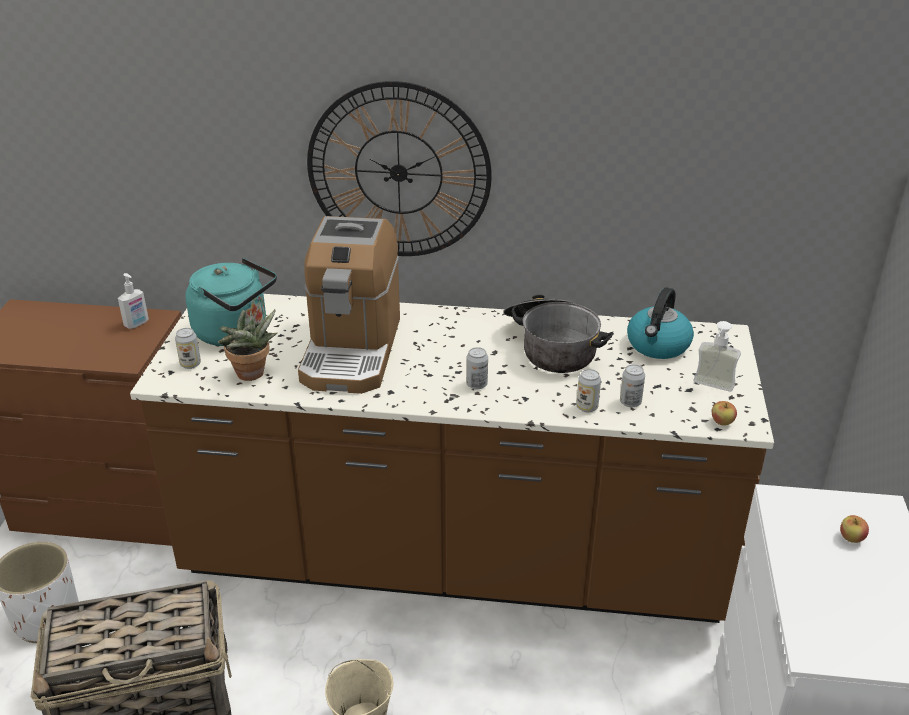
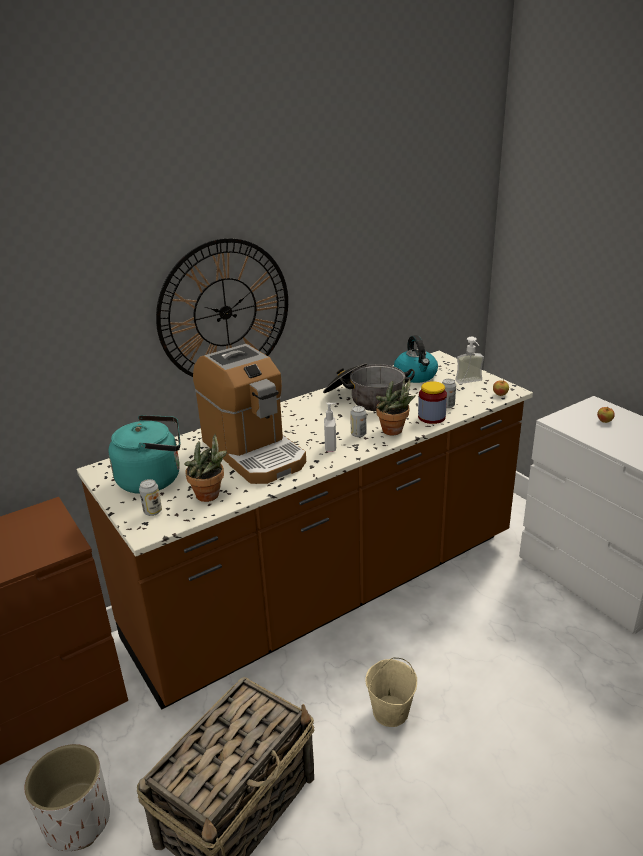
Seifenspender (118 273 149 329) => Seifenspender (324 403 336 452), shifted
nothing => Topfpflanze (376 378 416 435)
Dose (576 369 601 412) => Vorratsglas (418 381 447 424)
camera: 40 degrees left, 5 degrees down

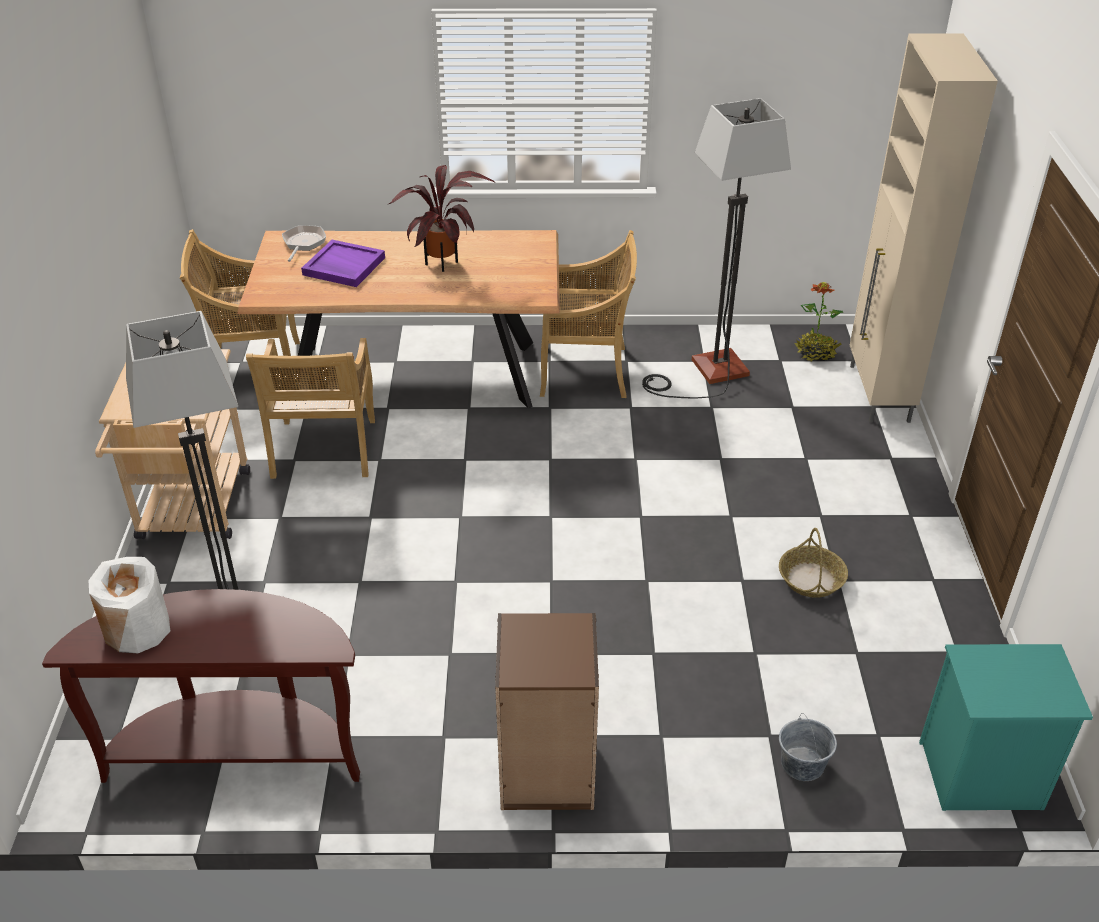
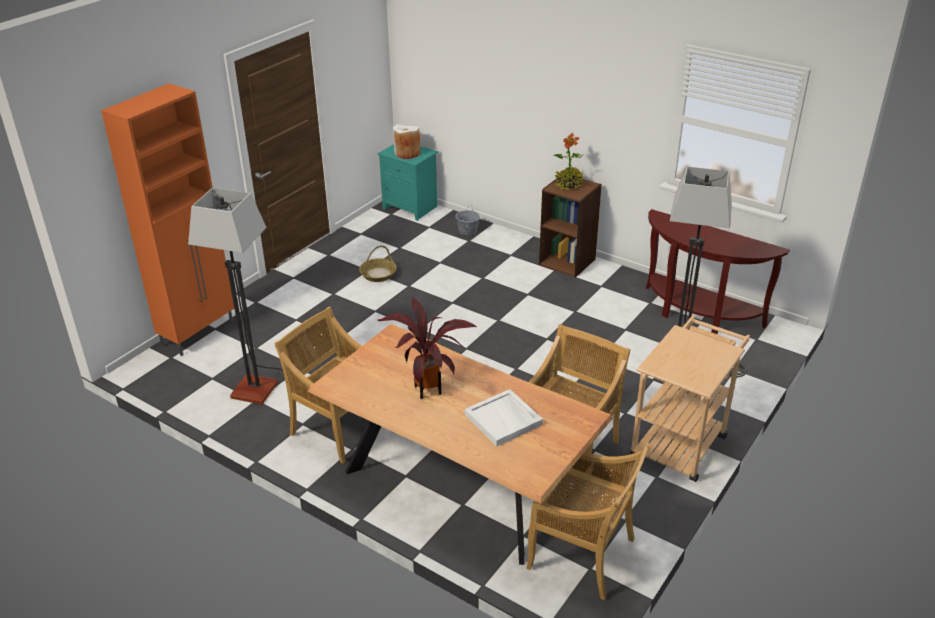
Schrank [beige] (850 34 998 423) => Schrank [orange] (101 83 234 356)
Vase [weiß] (88 557 170 653) => Vase [weiß] (393 124 420 159), shifted
Tablett [lila] (301 240 385 287) => Tablett [weiß] (465 389 543 447)
Topfpflanze (794 282 843 362) => Topfpflanze (554 133 584 189), shifted
Pfanne (282 225 326 262) => nothing
camera: 145 degrees left, 5 degrees down

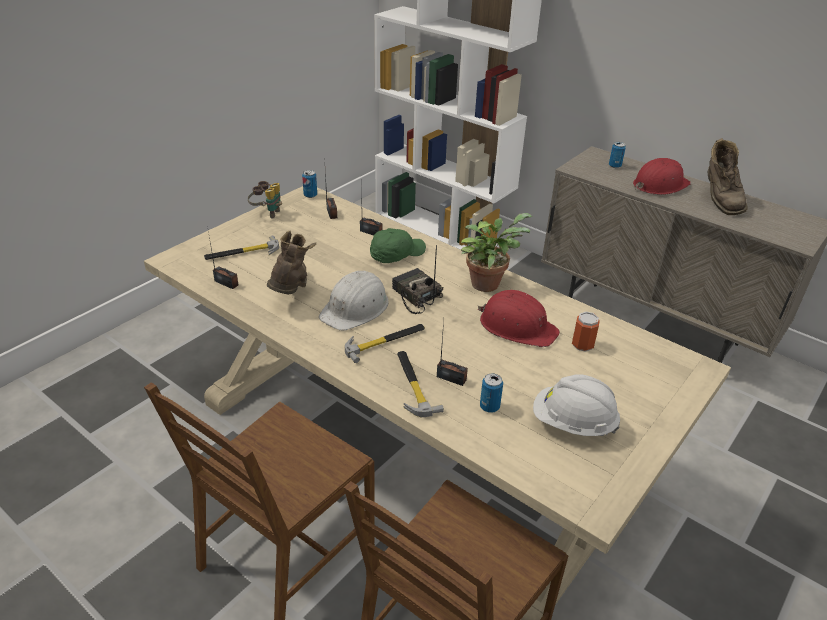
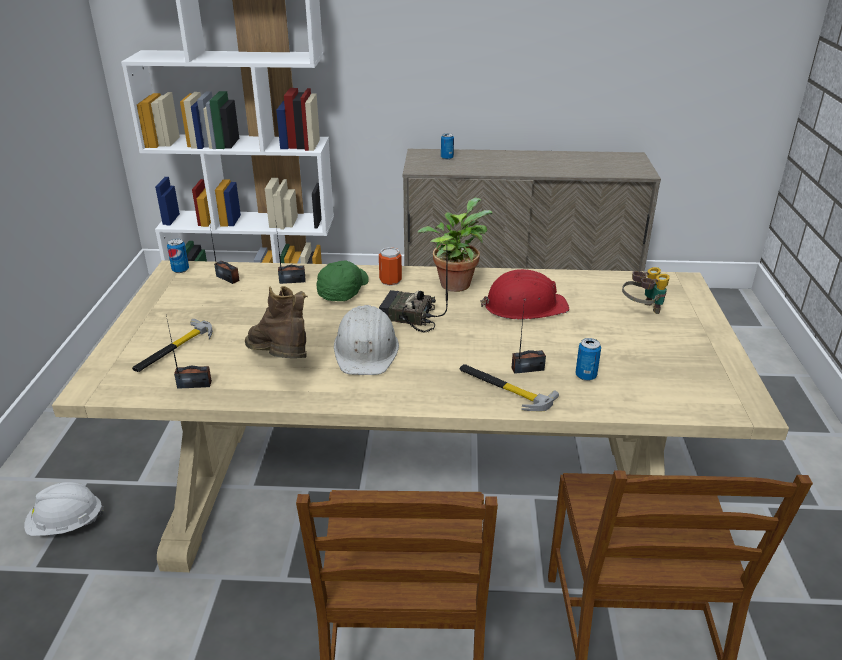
Schutzhelm [weiß] (533 374 620 436) => Schutzhelm [weiß] (24 482 104 536), shifted
Dose (572 312 600 352) => Dose (379 247 402 286), shifted
Fernglas (248 181 282 219) => Fernglas (622 267 670 314), shifted
Hammer (345 324 425 363) => nothing
Schutzhelm [rot] (633 158 691 195) => nothing
Stiefel [braun] (708 138 748 215) => nothing
camera: 35 degrees left, 5 degrees down

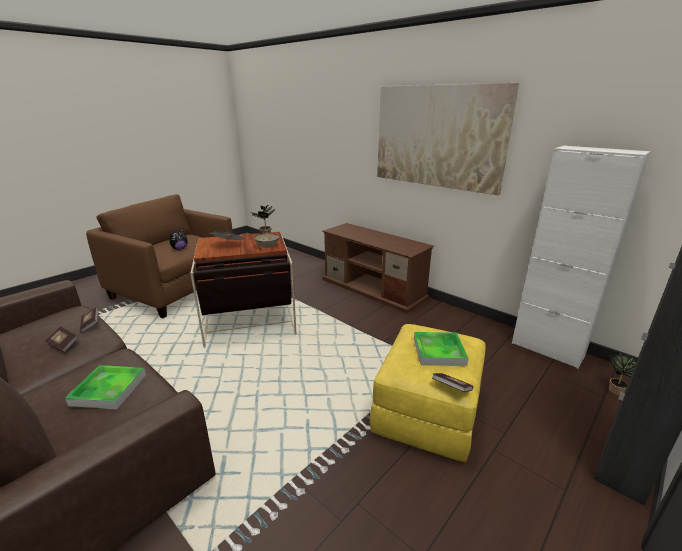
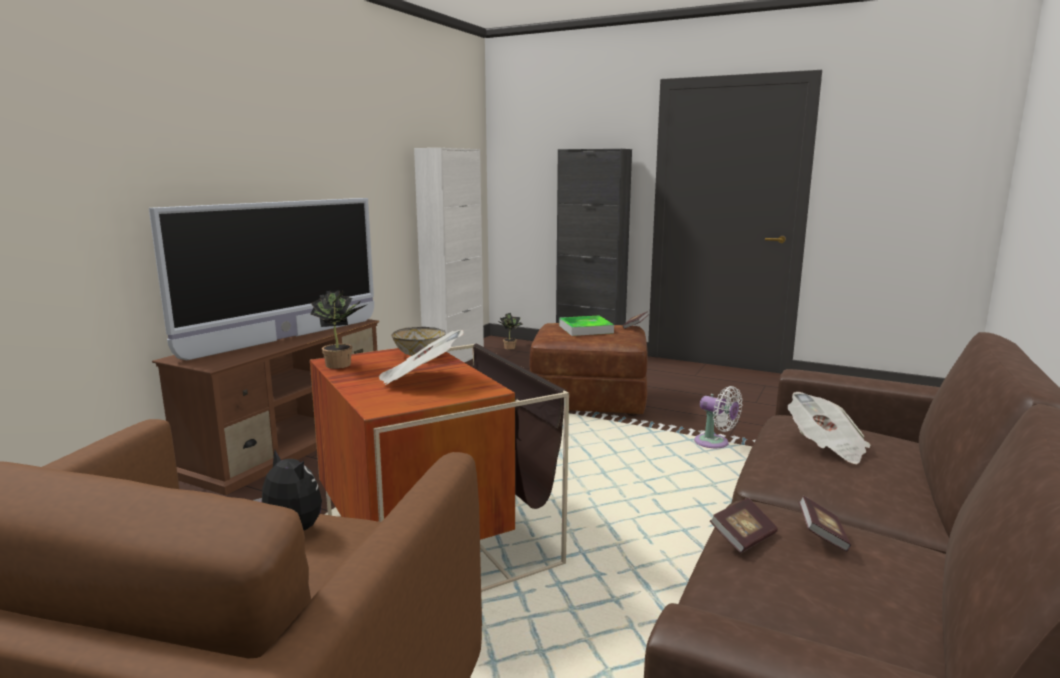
nothing => Fernseher (149 198 374 360)
Polsterhocker [gelb] (370 324 486 462) => Polsterhocker [braun] (530 323 648 416)
nothing => Ventilator [weiß] (694 386 743 448)
Tablett (65 365 146 410) => Zeitung (788 392 870 464)
Bild (377 83 519 195) => nothing
camera: 105 degrees left, 10 degrees down

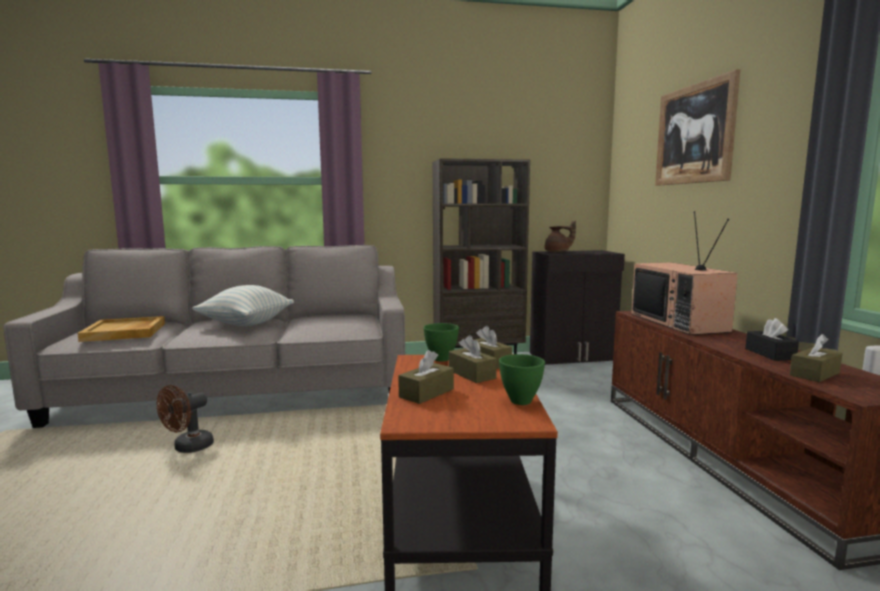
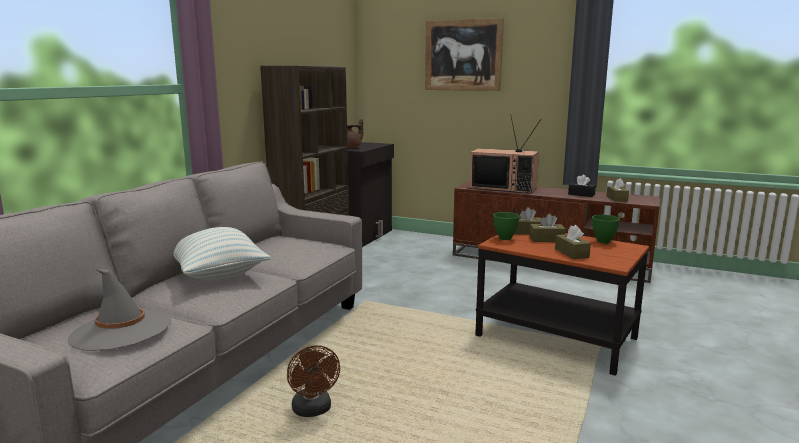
Tablett [beige] (78 316 165 342) => Hut [grau] (68 269 171 351)
camera: 55 degrees left, 5 degrees up

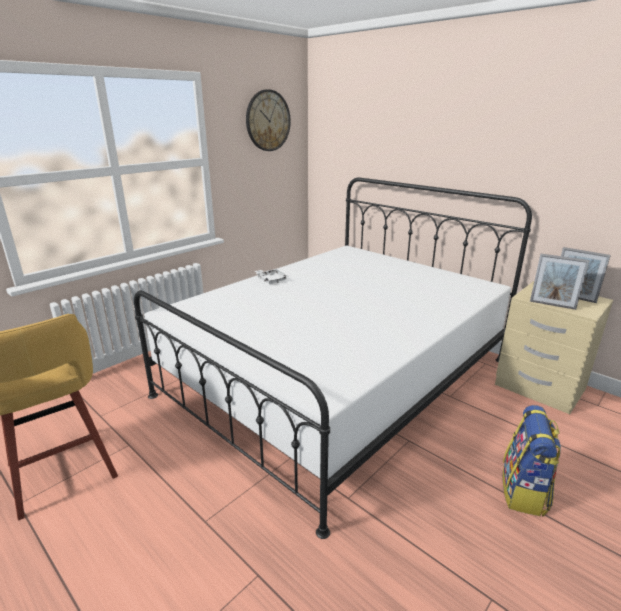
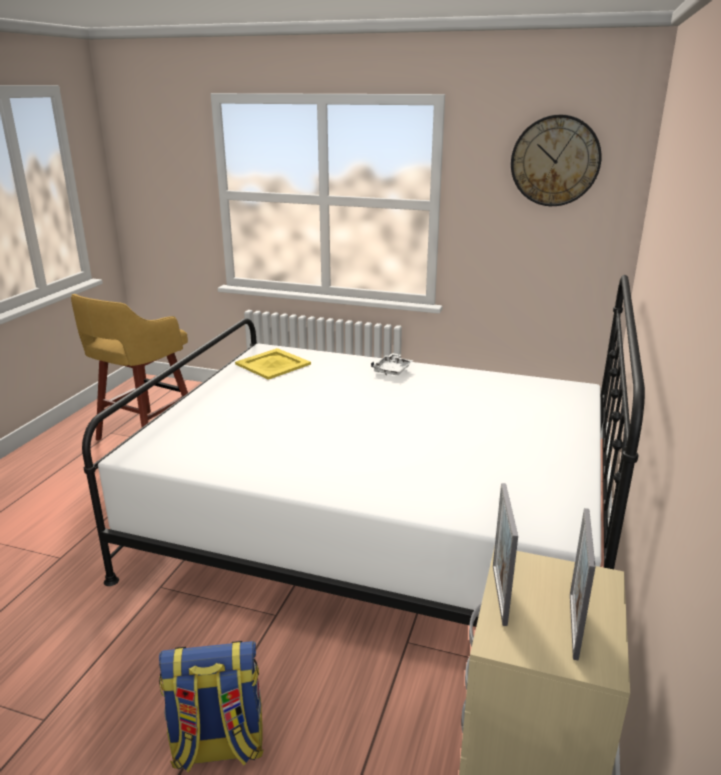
nothing => Tablett [gelb] (235 348 311 380)
camera: 65 degrees right, 0 degrees up

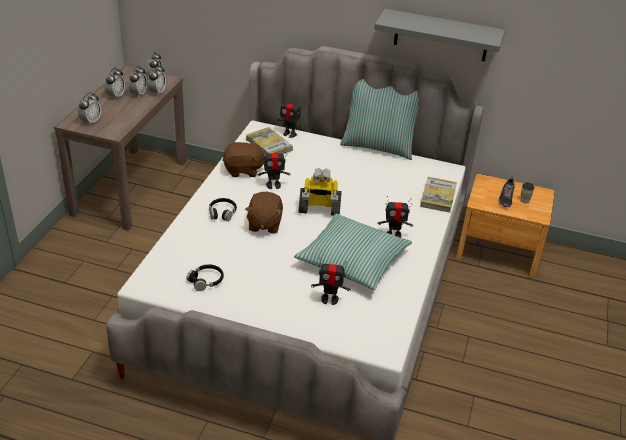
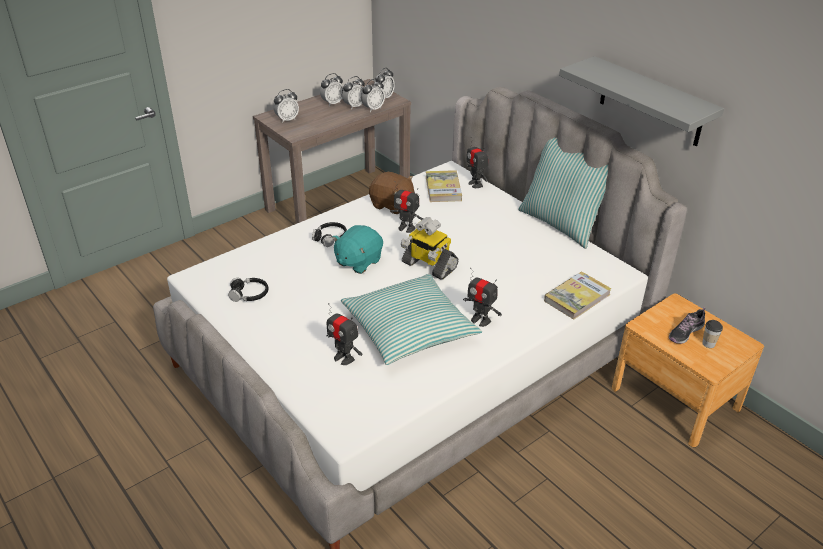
Plüschtier [braun] (245 192 283 233) => Plüschtier [türkis] (332 225 383 274)
camera: 35 degrees right, 0 degrees up

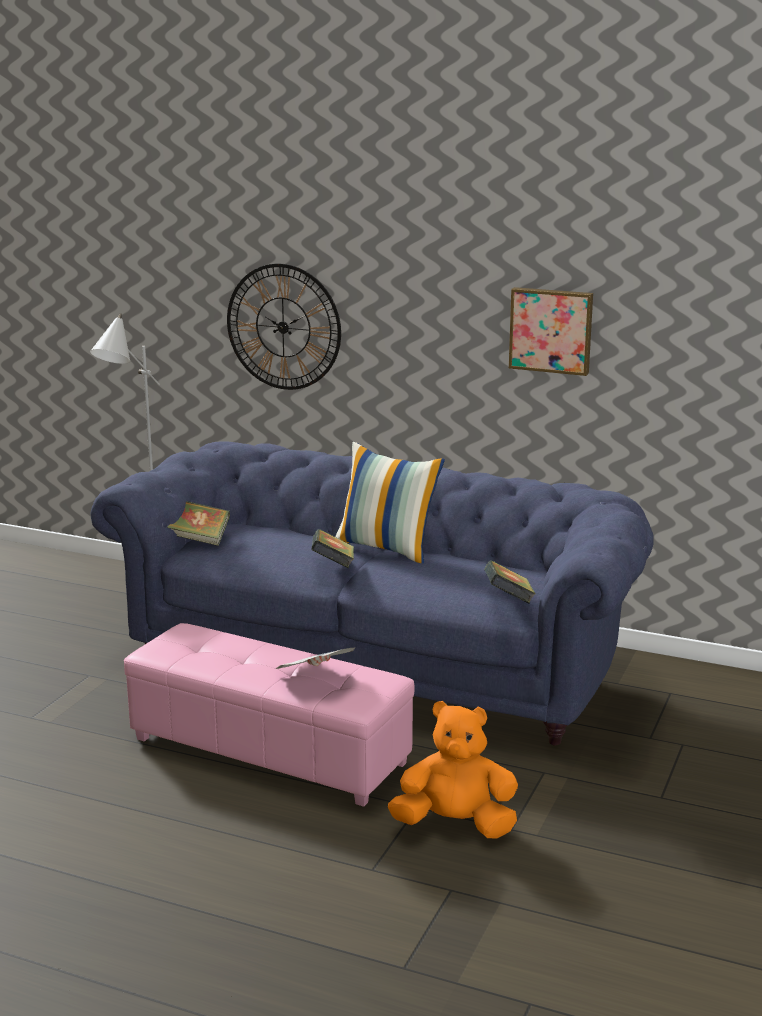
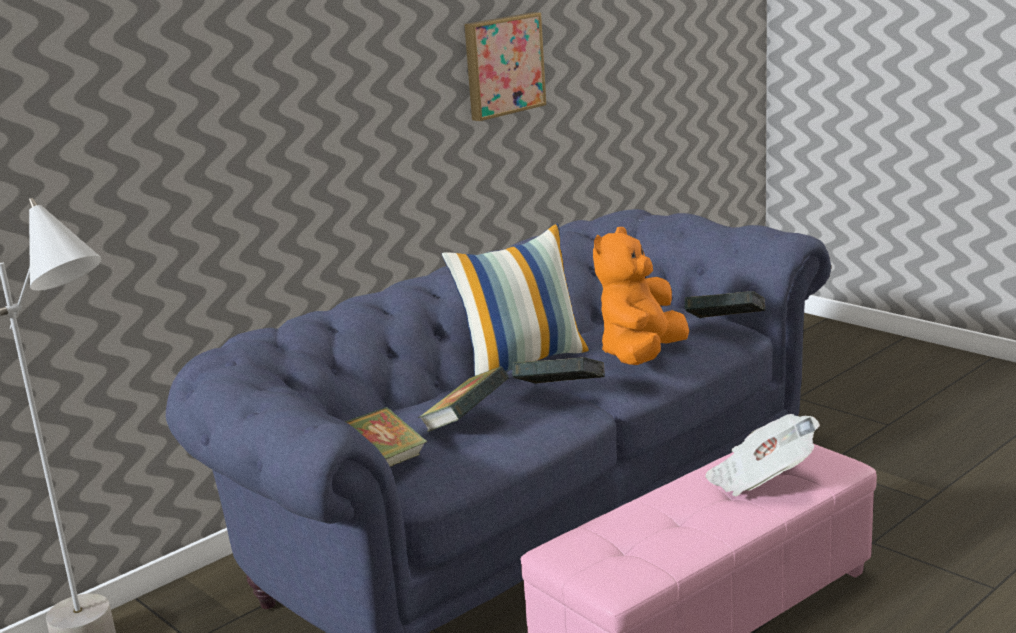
nothing => Buch (418 366 509 432)
Plüschtier [orange] (388 701 518 839) => Plüschtier [orange] (593 227 689 365), shifted
Wanduhr (227 264 341 390) => nothing
camera: 65 degrees left, 0 degrees up

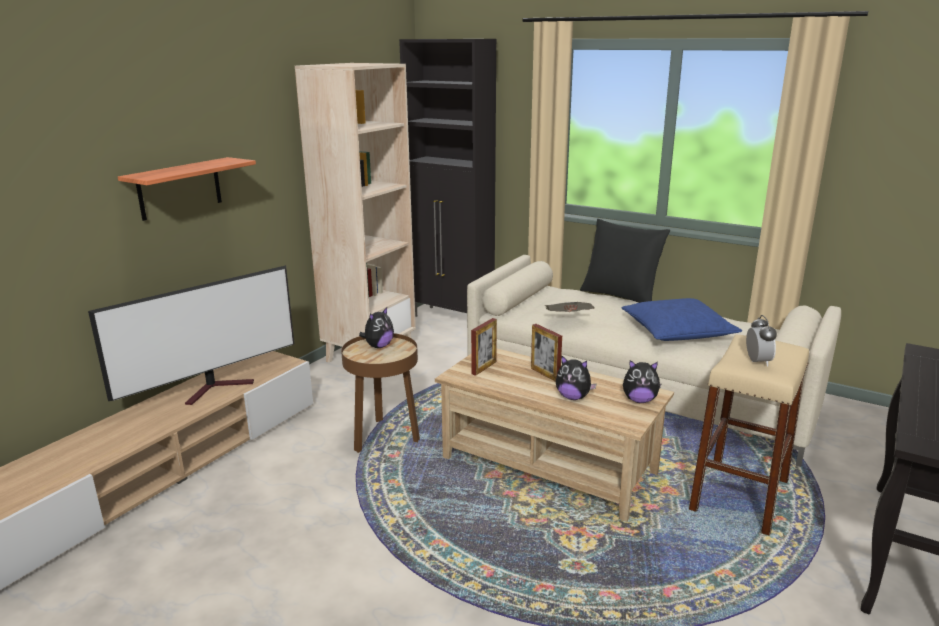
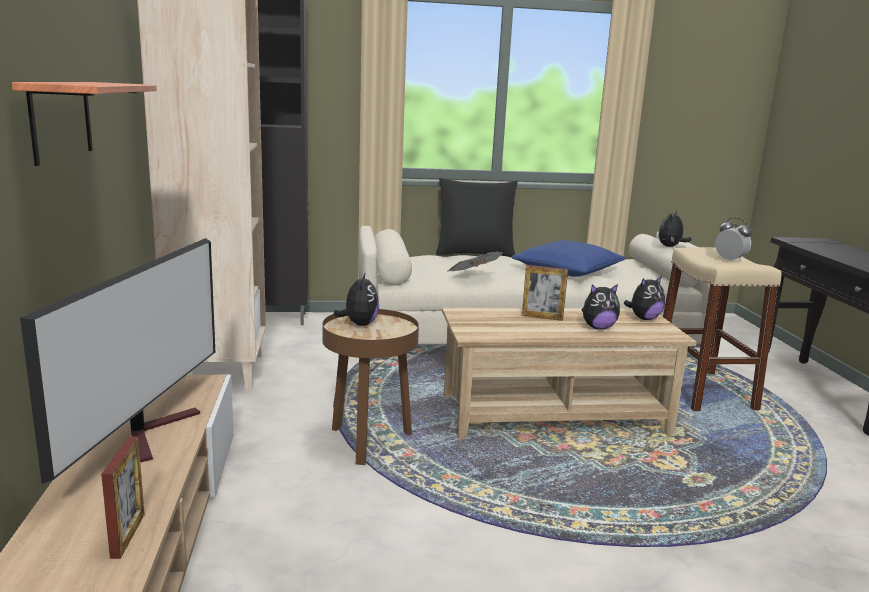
Bilderrahmen (471 318 497 376) => Bilderrahmen (101 437 145 559), shifted
nothing => Plüschtier (658 211 691 247)
camera: 40 degrees left, 5 degrees down

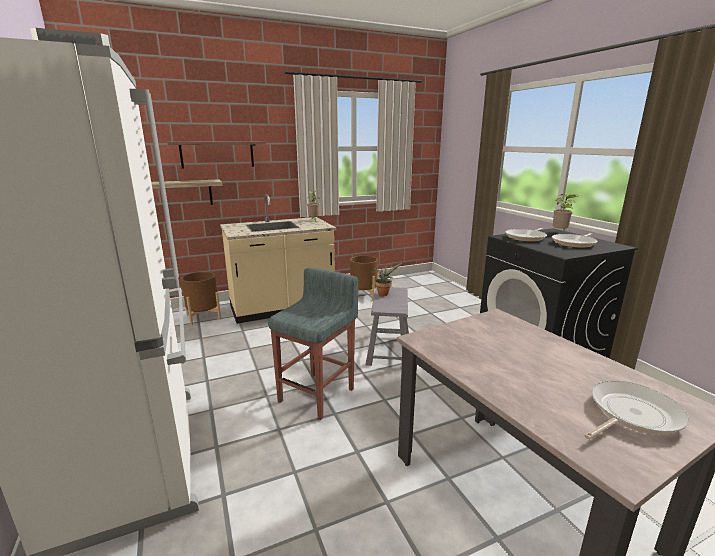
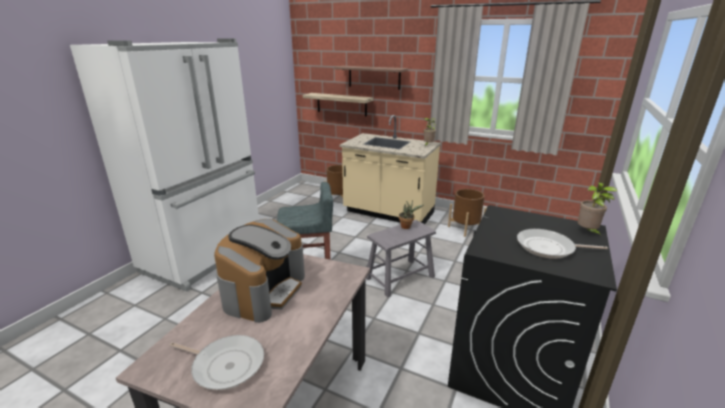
nothing => Kaffeemaschine (214 219 305 323)
Pfanne (506 228 547 242) => nothing
camera: 50 degrees right, 5 degrees up

